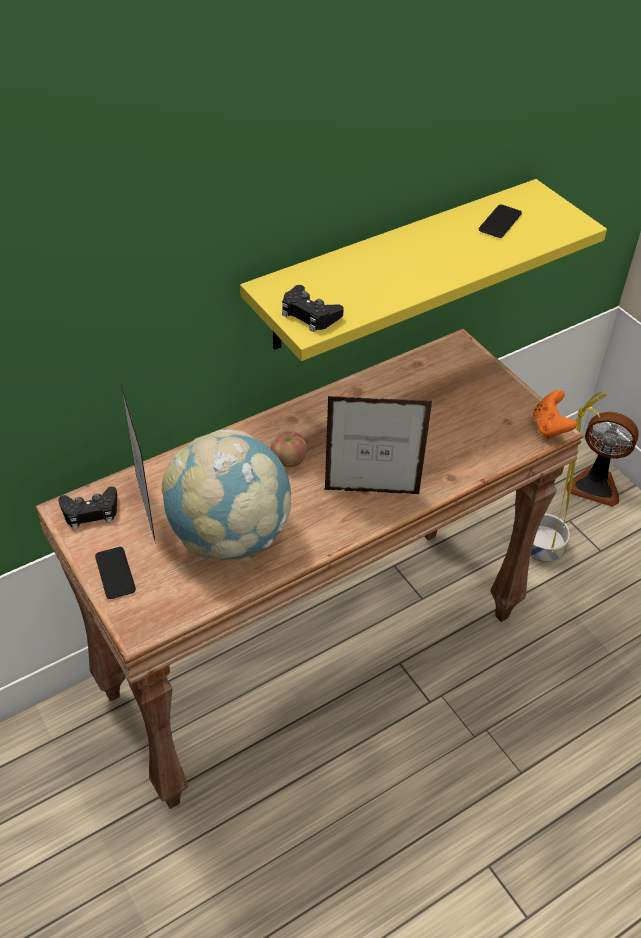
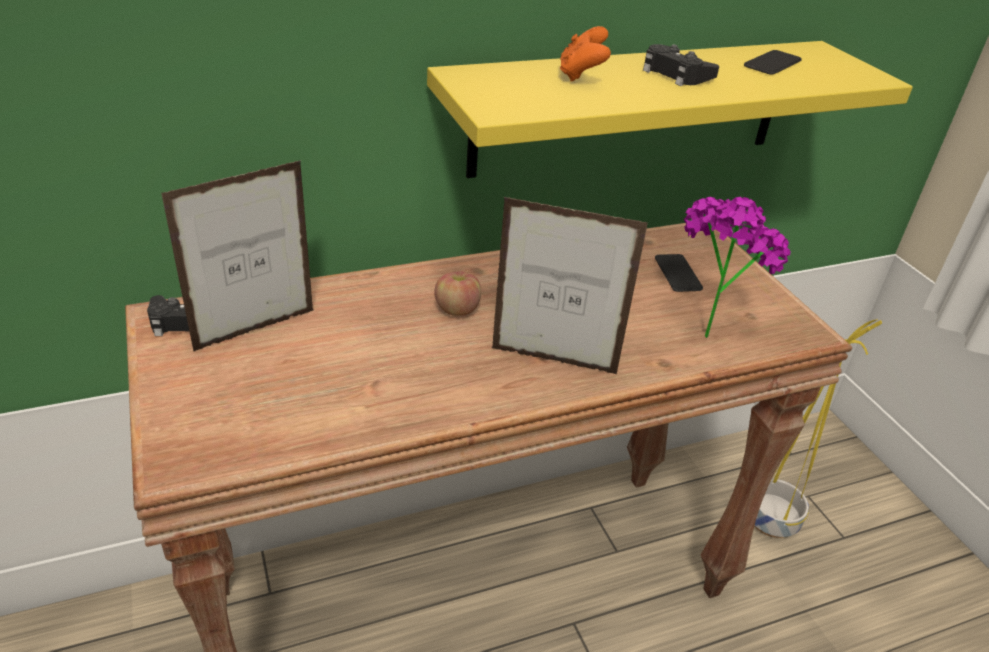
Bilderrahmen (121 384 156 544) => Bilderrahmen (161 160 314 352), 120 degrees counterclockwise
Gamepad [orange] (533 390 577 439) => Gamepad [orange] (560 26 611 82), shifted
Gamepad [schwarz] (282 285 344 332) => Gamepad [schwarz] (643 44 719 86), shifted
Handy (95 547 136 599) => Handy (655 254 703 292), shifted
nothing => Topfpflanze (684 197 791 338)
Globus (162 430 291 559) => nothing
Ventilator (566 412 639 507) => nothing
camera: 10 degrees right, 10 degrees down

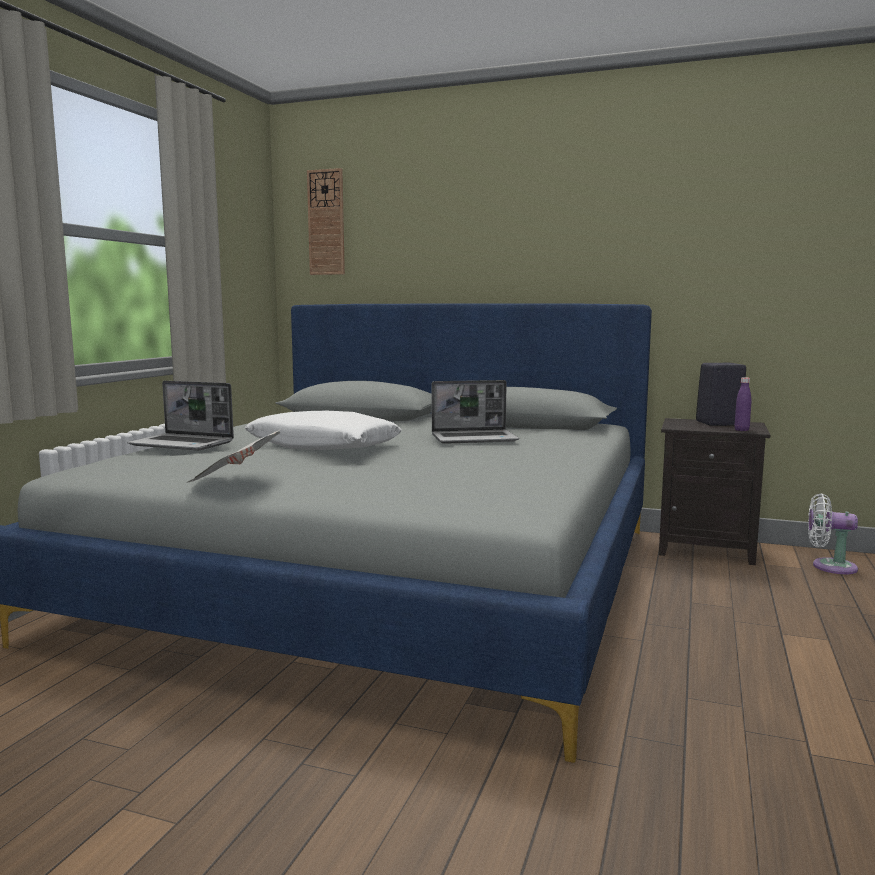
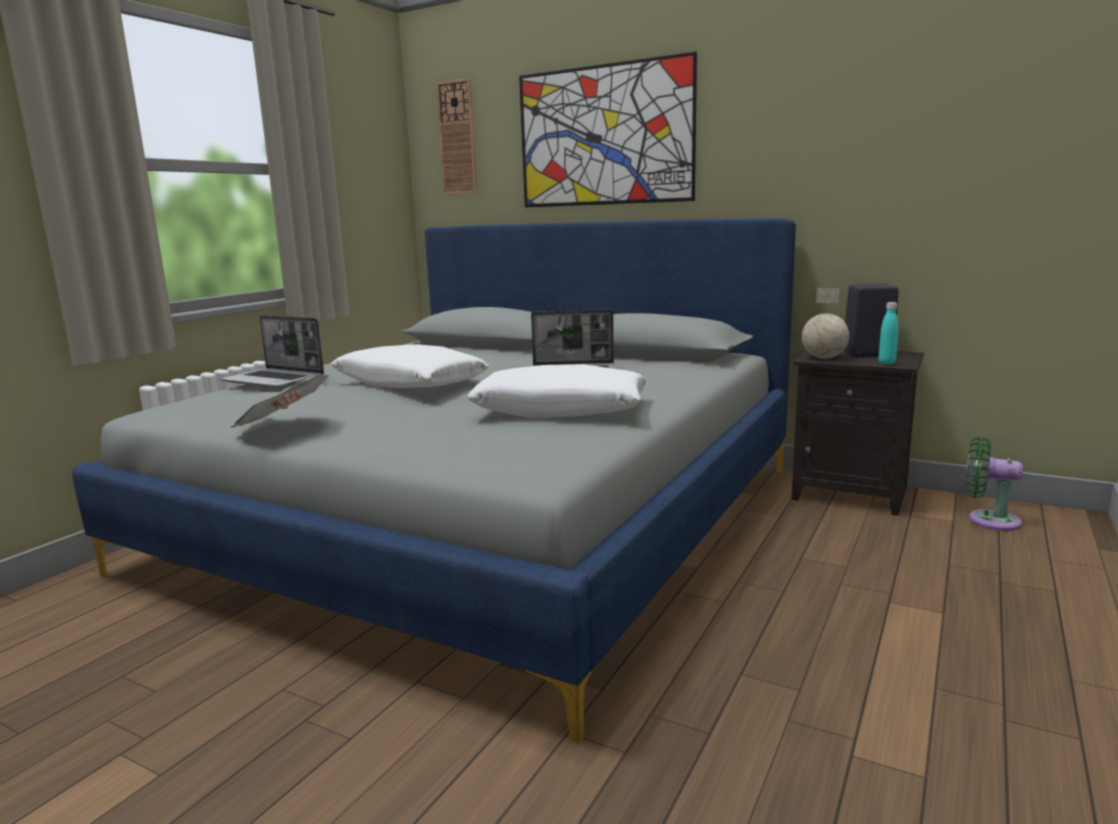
nothing => Kissen [weiß] (467 364 647 418)
nothing => Bild (519 52 697 207)
nothing => Globus (802 288 849 359)
Flasche [lila] (734 377 751 431) => Flasche [türkis] (878 302 898 364)
Ventilator [weiß] (808 493 858 574) => Ventilator [grün] (965 437 1023 531)
camera: 10 degrees right, 5 degrees up

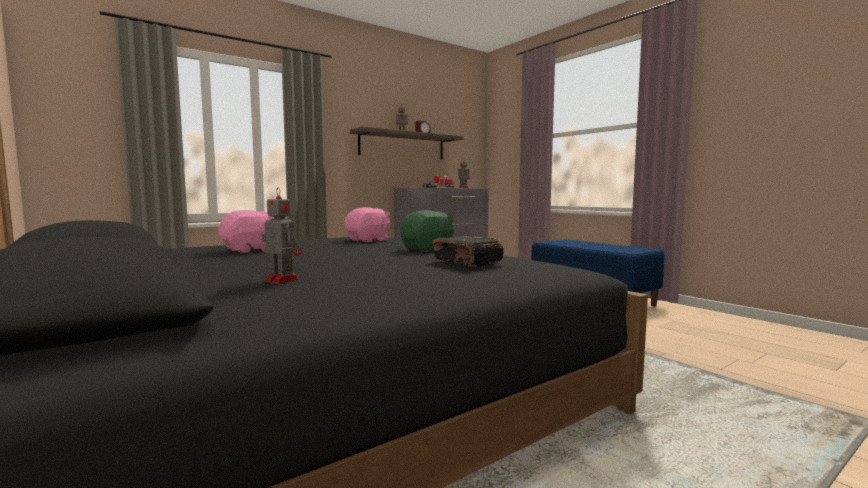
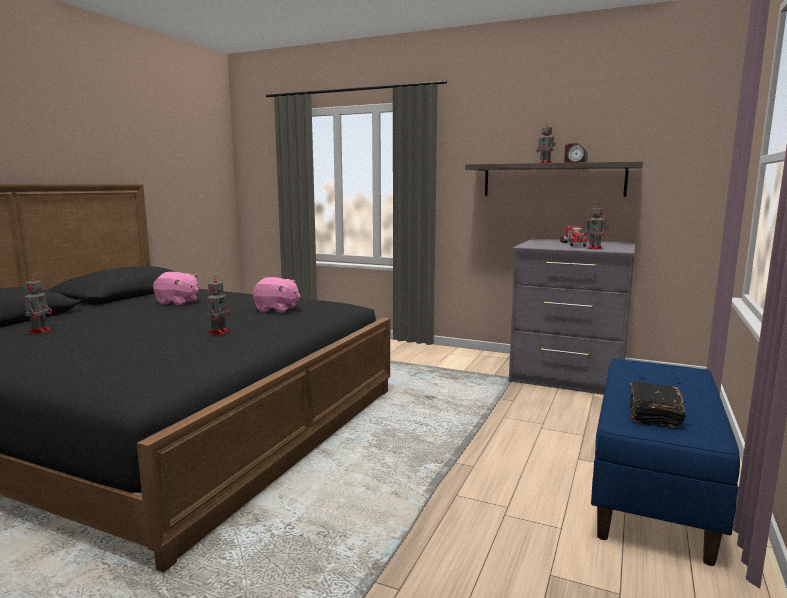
Plüschtier [grün] (400 210 454 252) => Spielzeugroboter (207 279 231 335)
Buch [schwarz] (432 236 504 268) => Buch [schwarz] (629 382 686 429), shifted
camera: 60 degrees right, 5 degrees up

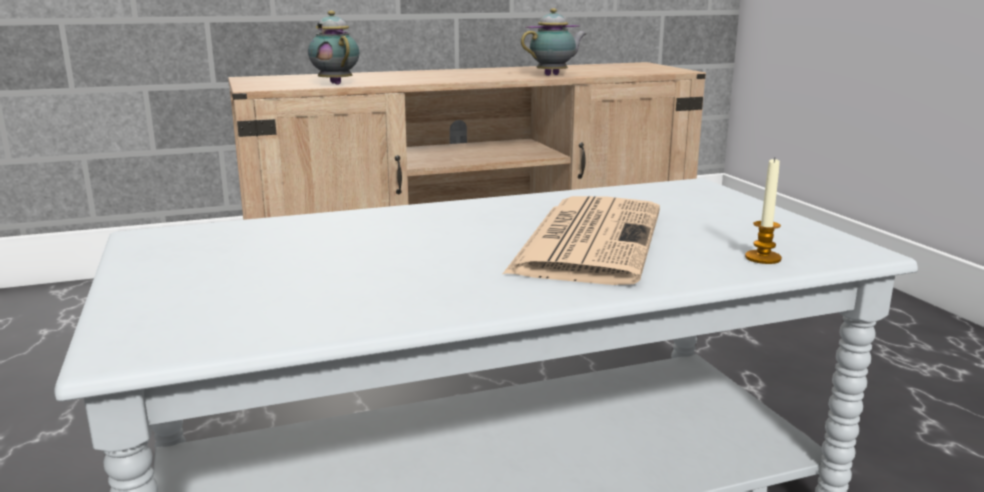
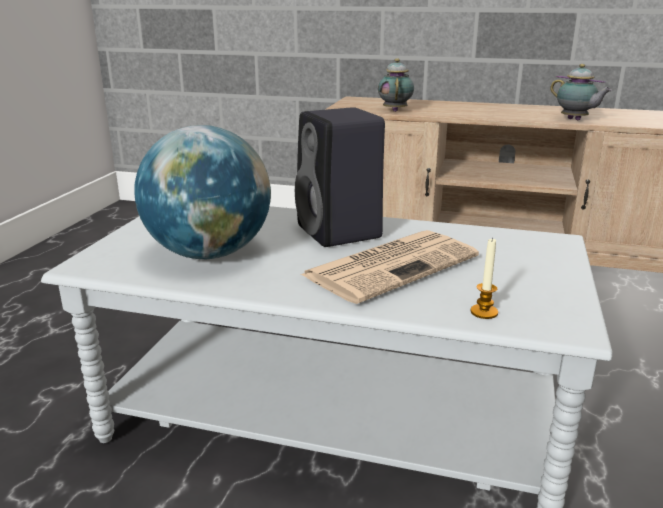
nothing => Globus (134 125 271 259)
nothing => Lautsprecher [schwarz] (295 107 385 247)
Teekanne (521 8 586 76) => Teekanne (550 64 612 120), 45 degrees clockwise
camera: 35 degrees right, 5 degrees up

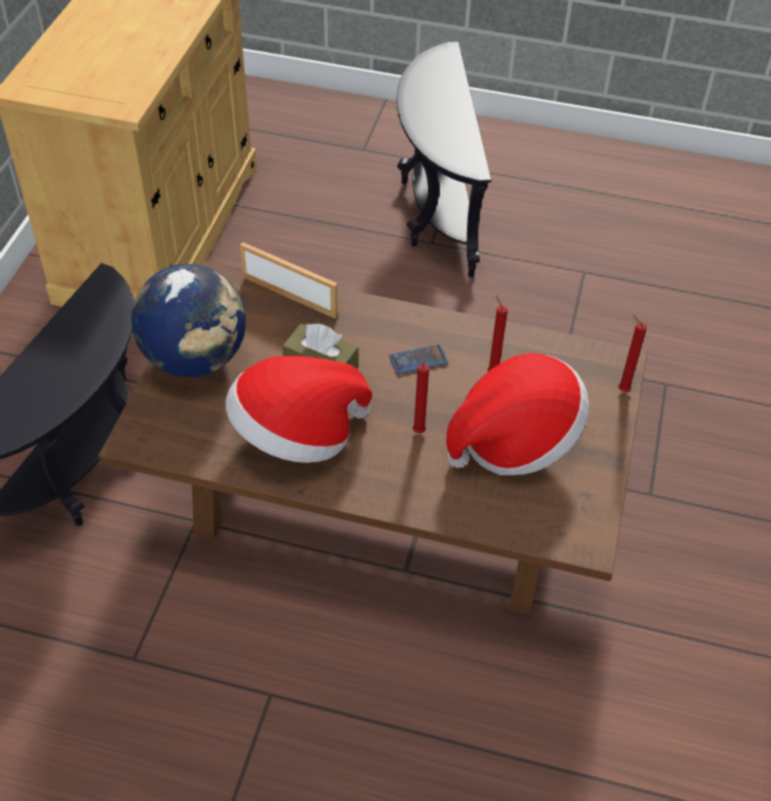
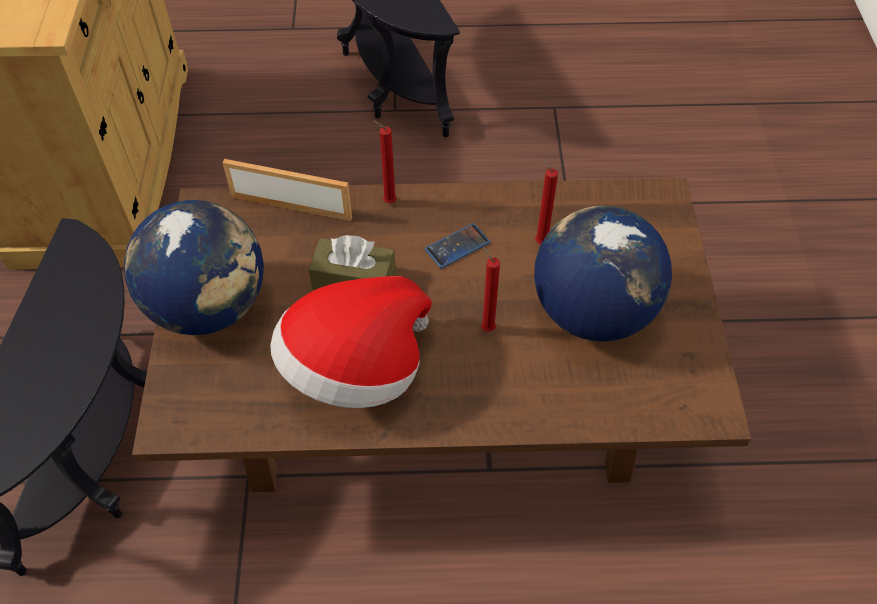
Kerze [rot] (618 315 647 392) => Kerze [rot] (372 120 397 203), shifted
Hut (446 353 589 475) => Globus (534 206 672 342)
camera: 15 degrees left, 5 degrees up

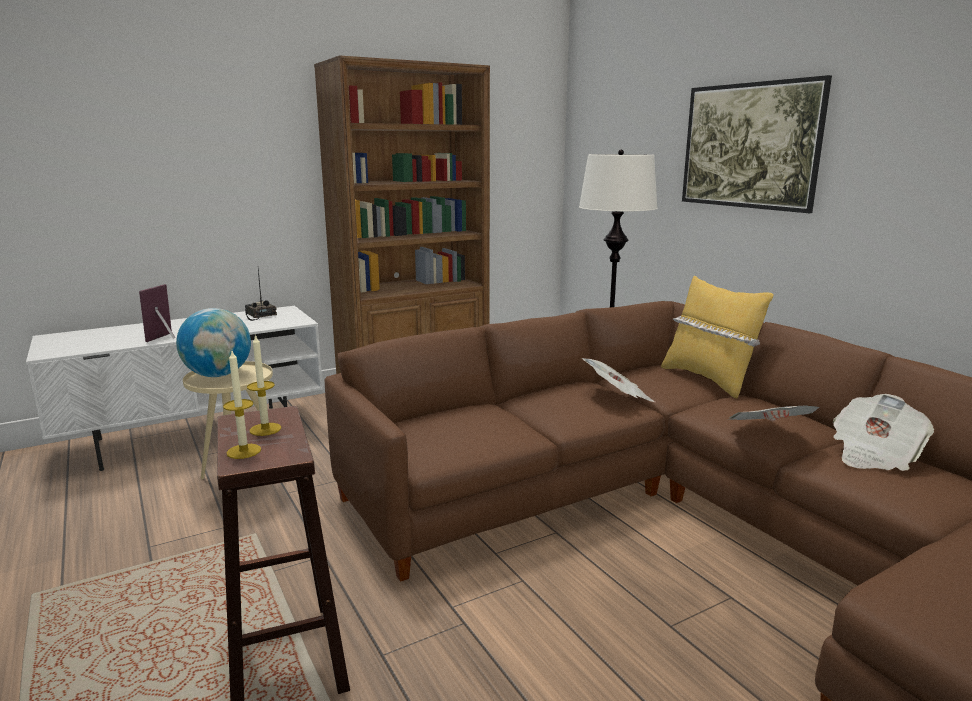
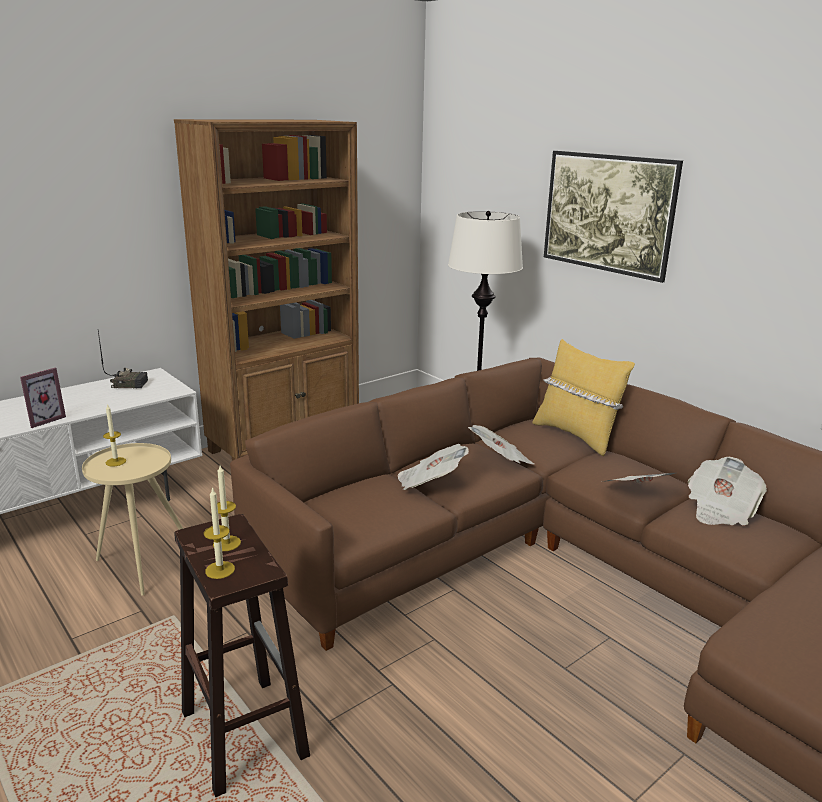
Bilderrahmen (139 284 175 342) => Bilderrahmen (20 368 66 428), 150 degrees counterclockwise
Radio (245 269 277 321) => Radio (98 330 148 389), 135 degrees clockwise
Globus (176 308 251 377) => Kerze (103 404 126 466)
nothing => Zeitung (397 444 469 490)
camera: 10 degrees left, 5 degrees up

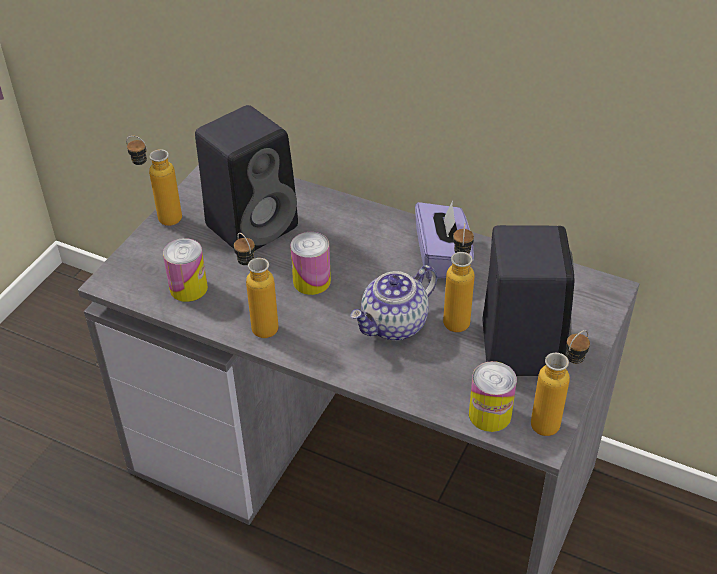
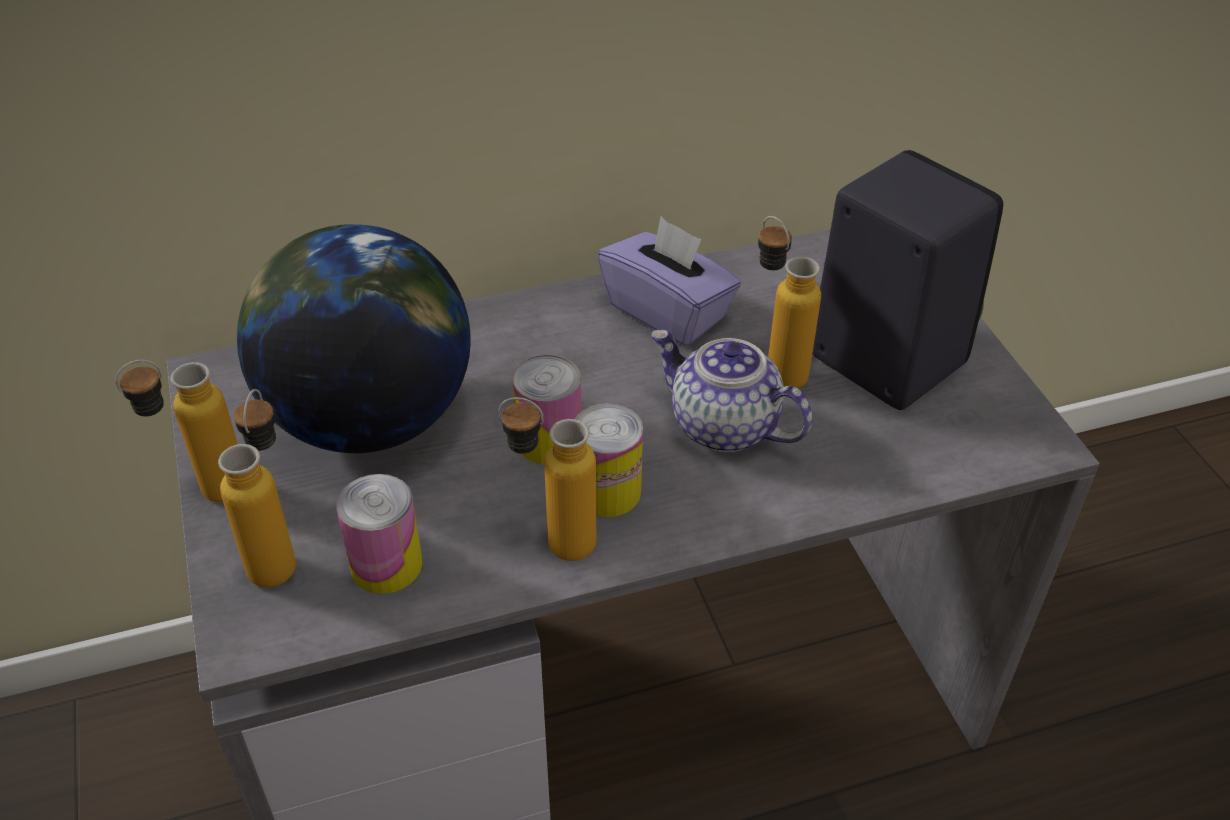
Flasche (531 330 590 436) => Flasche (218 389 296 587), shifted
Lautsprecher [schwarz] (195 105 298 250) => Globus (237 224 471 453)
Dose (469 361 517 432) => Dose (575 403 643 517), shifted
Teekanne (350 265 437 340) => Teekanne (651 329 812 452), 120 degrees clockwise
camera: 45 degrees left, 0 degrees up

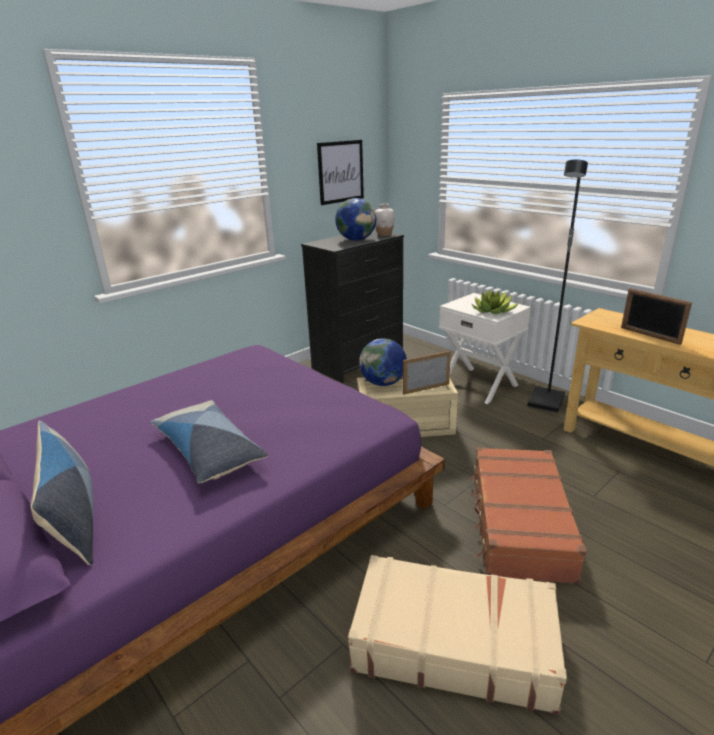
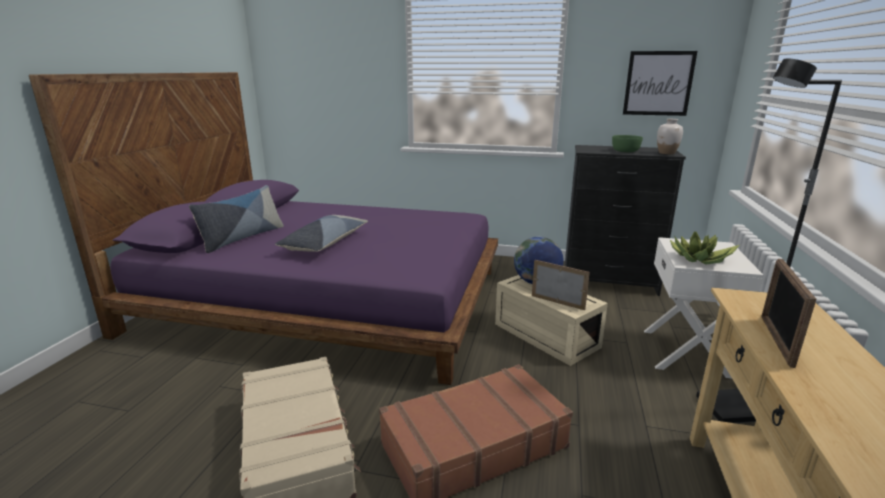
Globus (335 198 376 241) => Schüssel [grün] (612 135 643 152)
camera: 55 degrees right, 5 degrees down

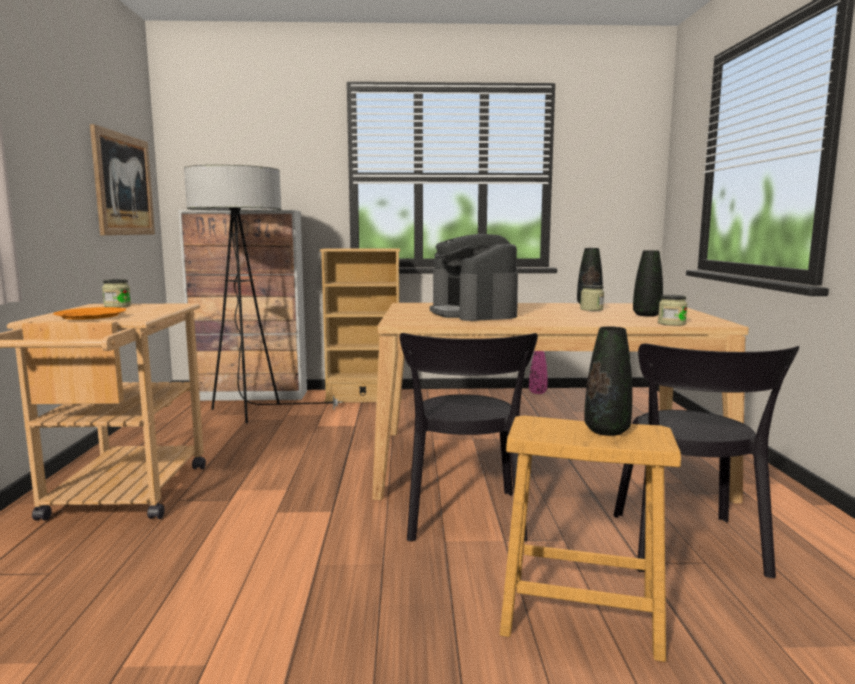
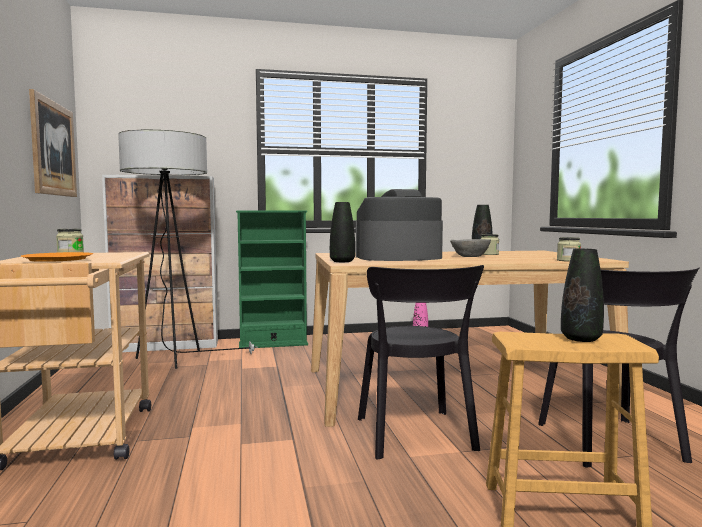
Bücherregal [beige] (320 248 401 403) => Bücherregal [grün] (236 210 308 348)
Vase [schwarz] (633 250 663 317) => Vase [schwarz] (330 202 355 262), shifted
Kaffeemaschine (430 234 518 321) => Kaffeemaschine (356 189 443 261), 105 degrees clockwise
nothing => Schüssel [grau] (450 239 491 257)
camera: 10 degrees left, 5 degrees down

